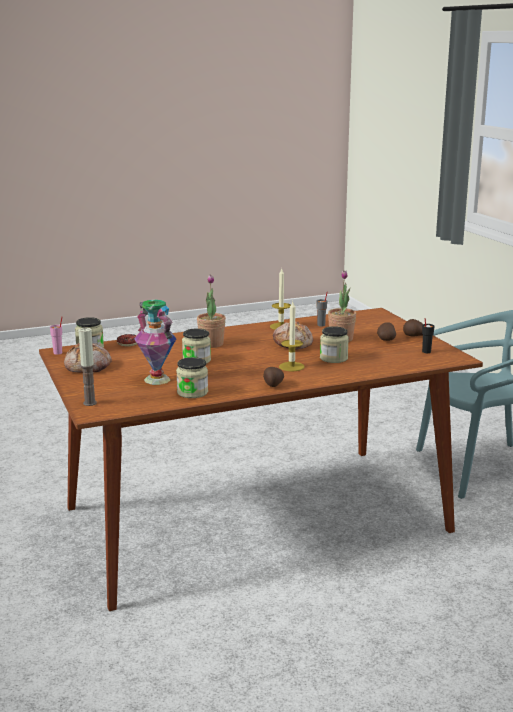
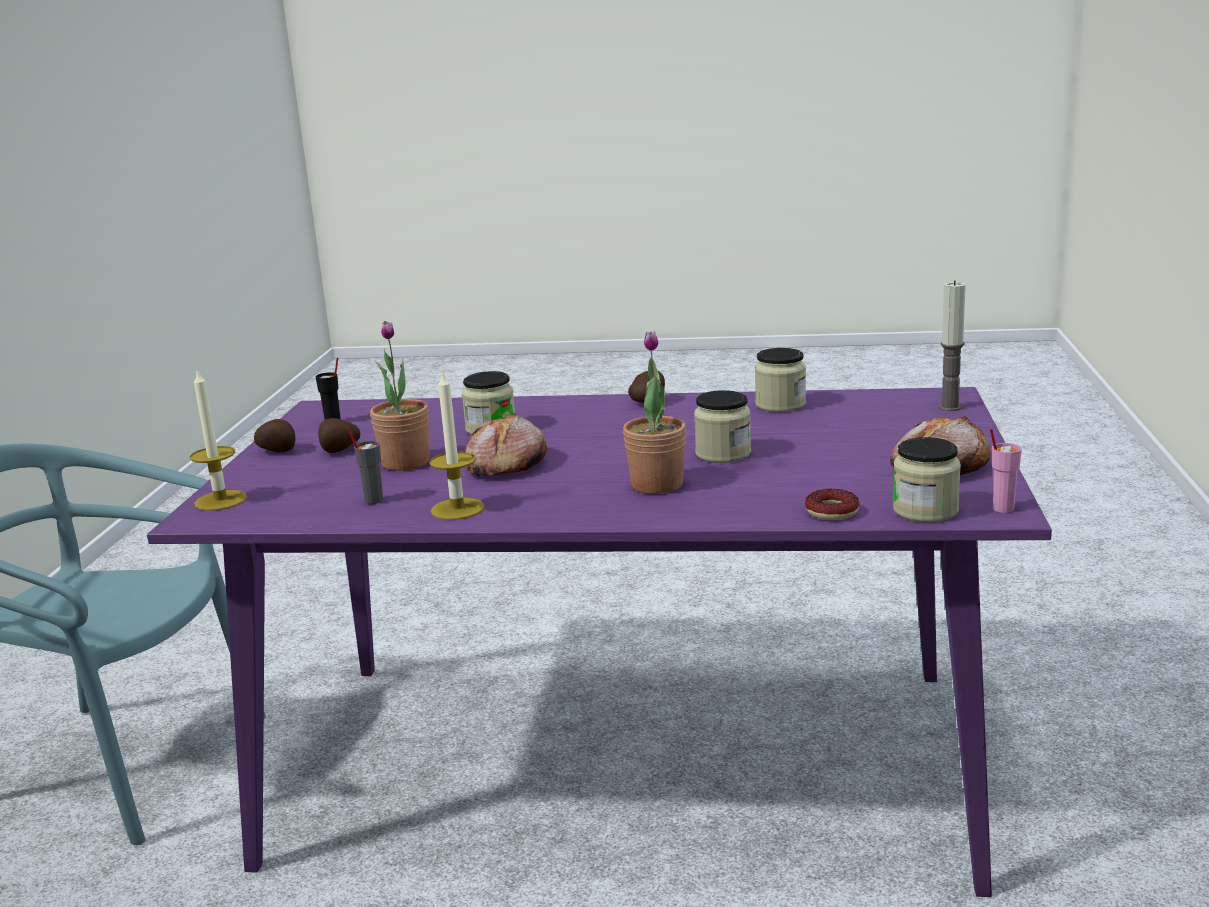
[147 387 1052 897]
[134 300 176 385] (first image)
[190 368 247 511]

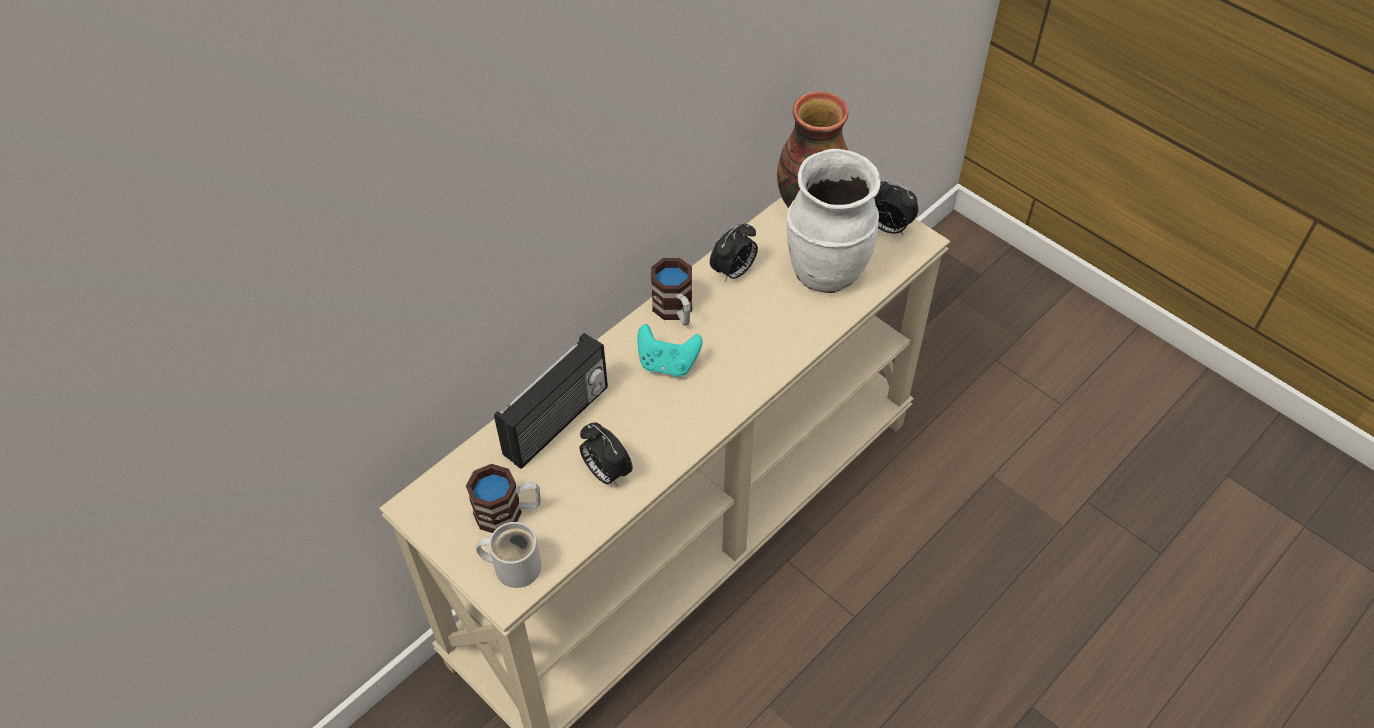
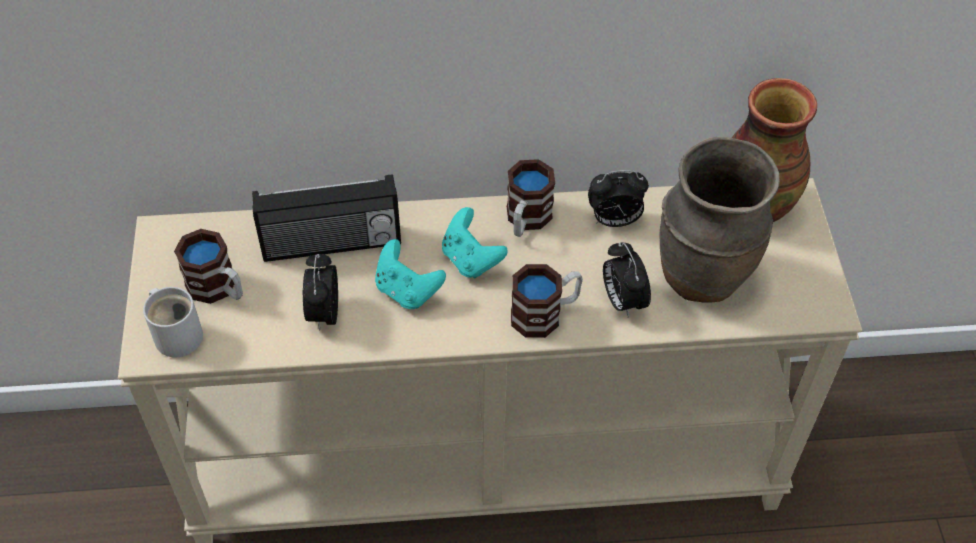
[660 137 780 303]
[603 242 651 318]
[375 239 446 309]
[511 264 583 338]

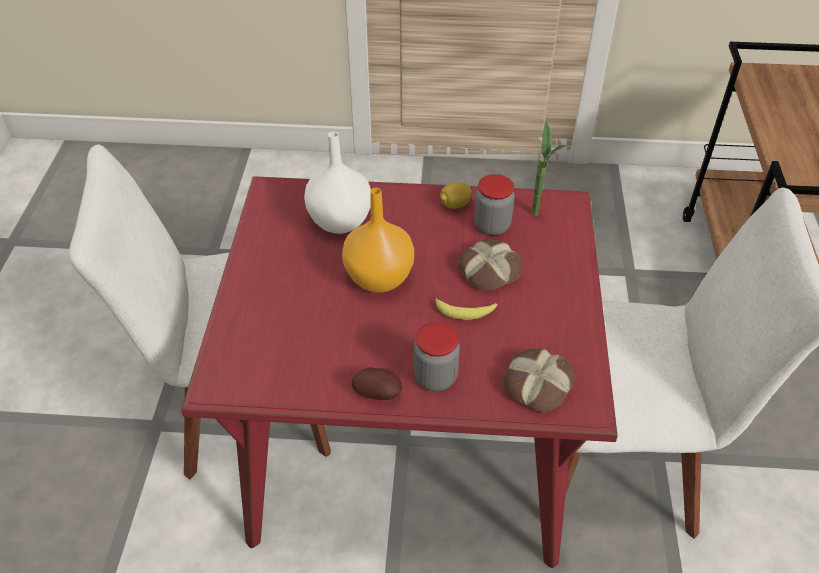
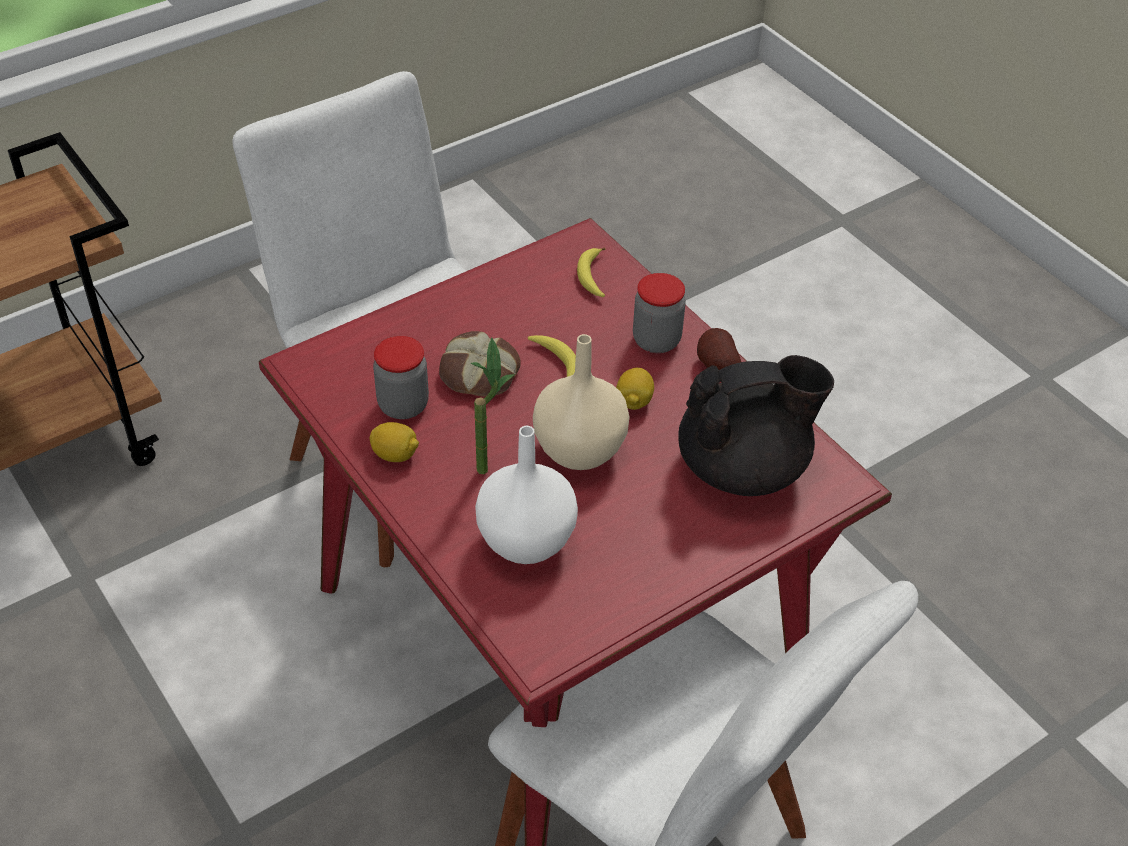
[533 334 630 470]
[577 247 605 297]
[471 337 514 474]
[616 368 654 410]
[678 355 834 496]

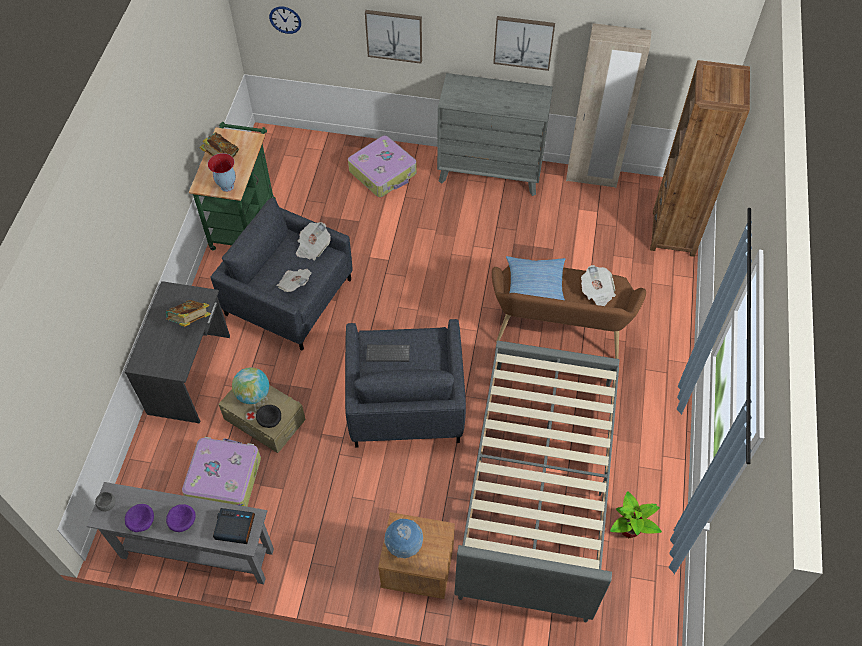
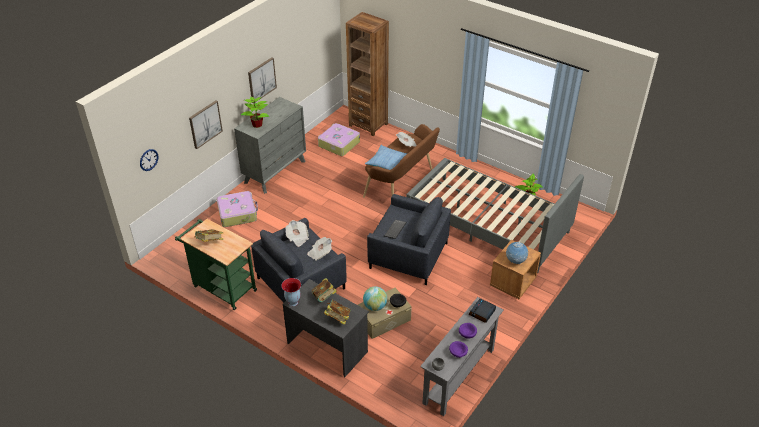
[318 123 360 156]
[281 278 301 306]
[566 23 652 188] (first image)
[241 97 269 128]
[324 300 351 325]

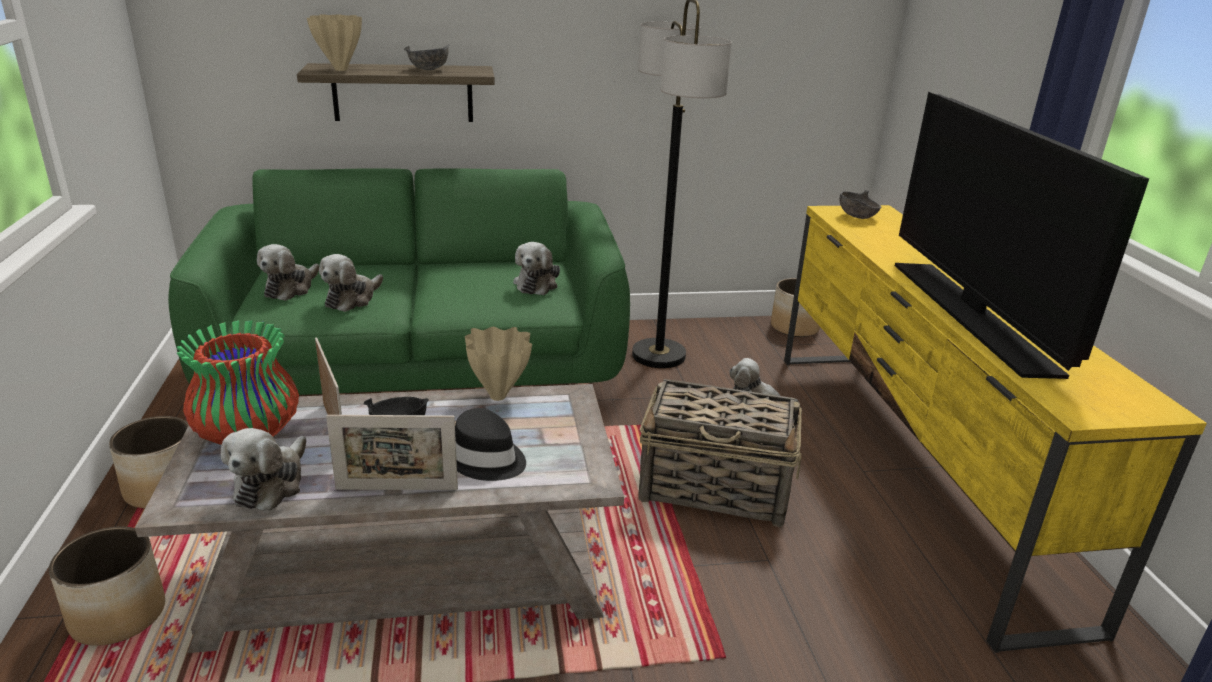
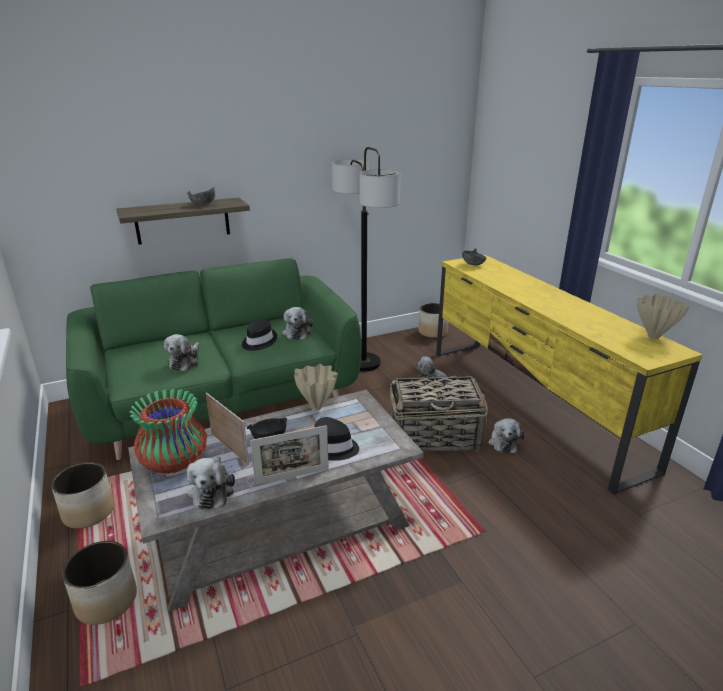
[488 418 524 453]
[637 294 689 339]
[895 92 1149 379] (first image)
[242 319 277 351]

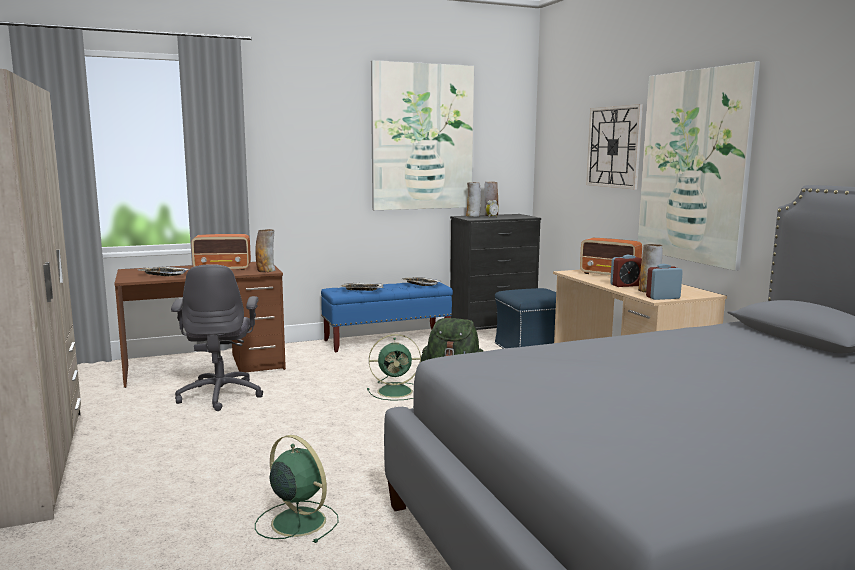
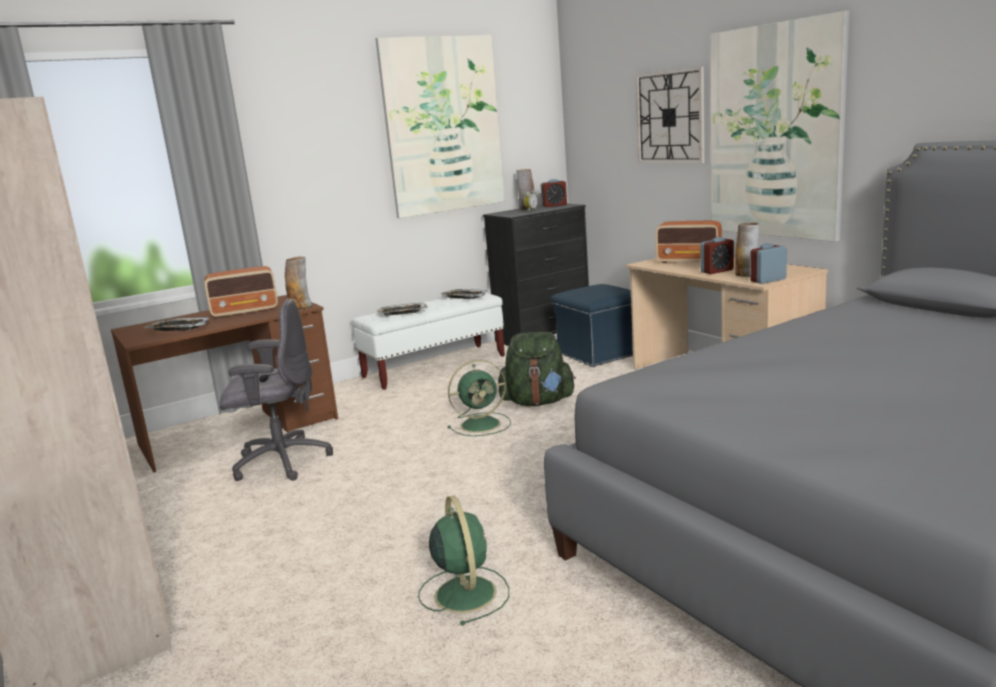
[220 298 333 481]
[418 495 509 626]
[352 293 505 390]
[466 182 481 217] (first image)
[540 179 567 207]

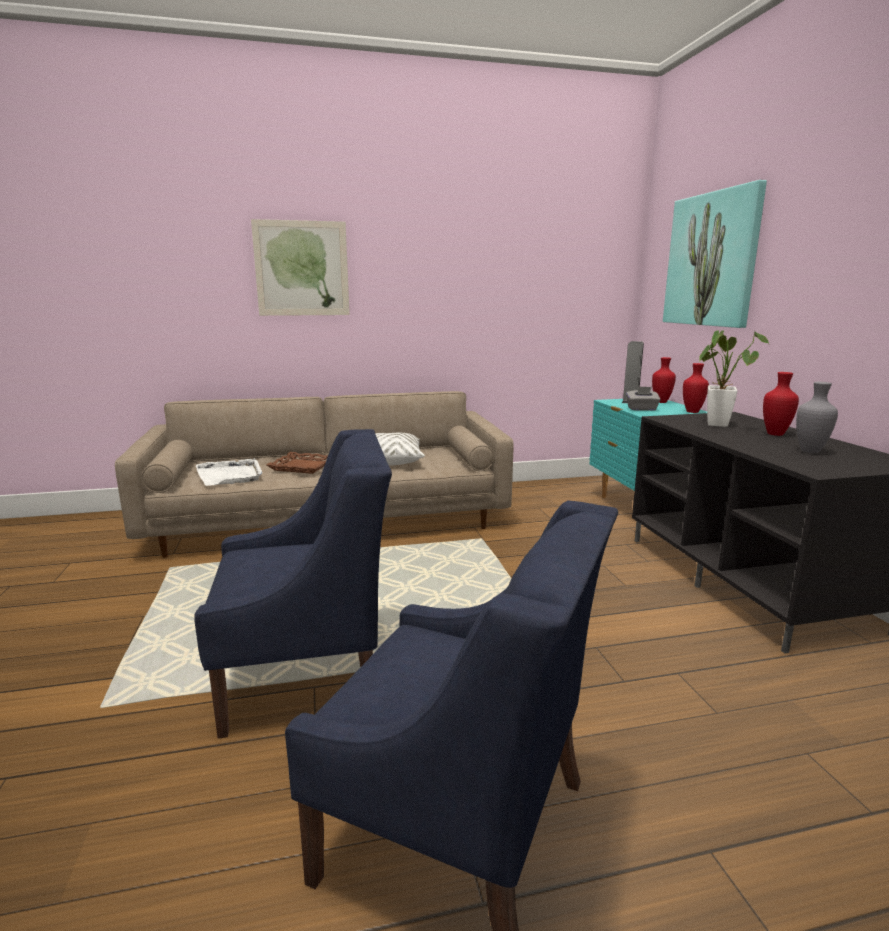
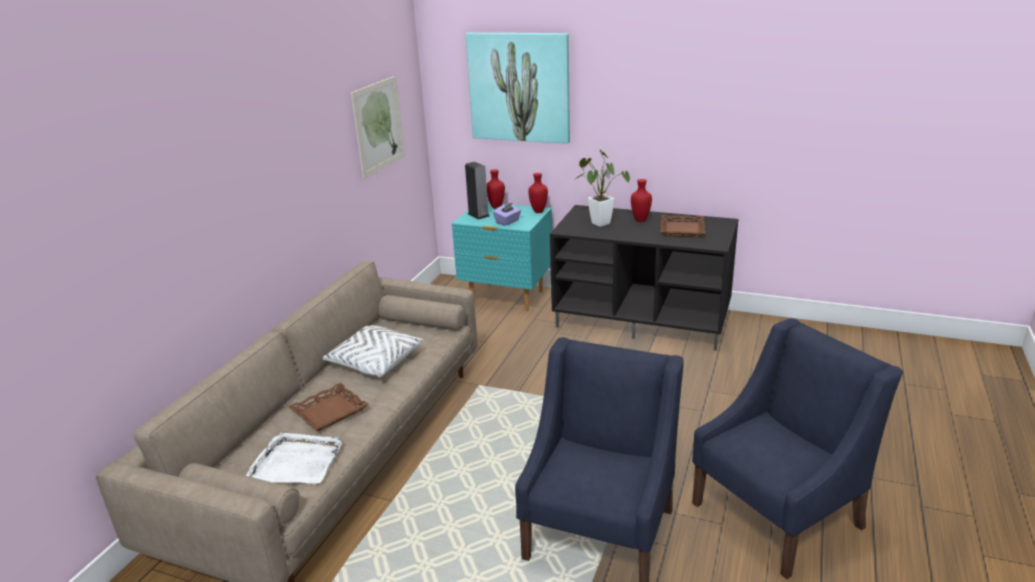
[351 76 405 179]
[493 202 521 226]
[660 215 706 237]

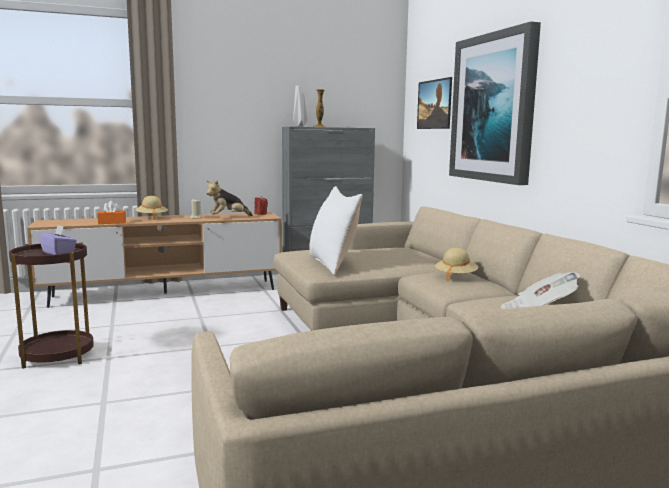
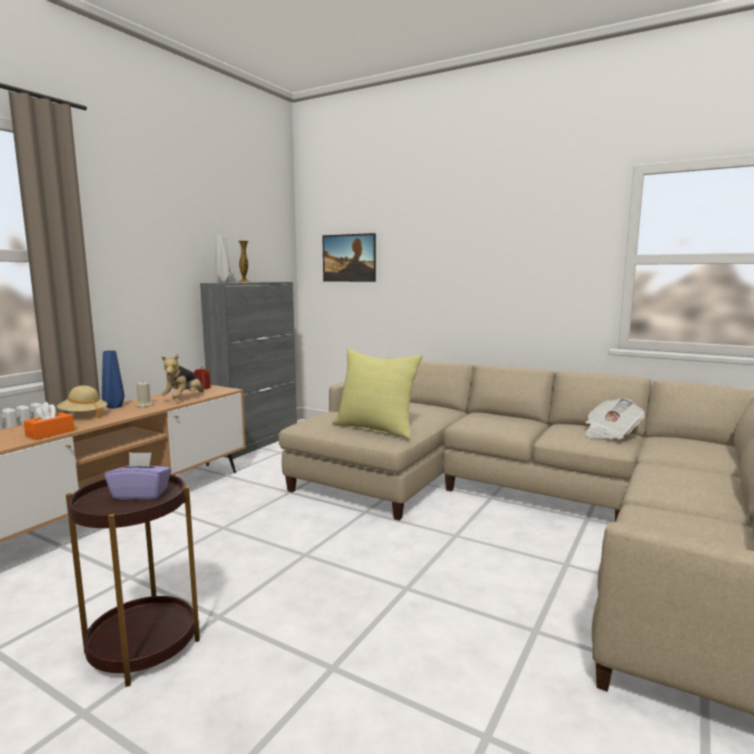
[332 348 423 439]
[435 248 478 282] (first image)
[449 22 541 185] (first image)
[102 350 125 408]

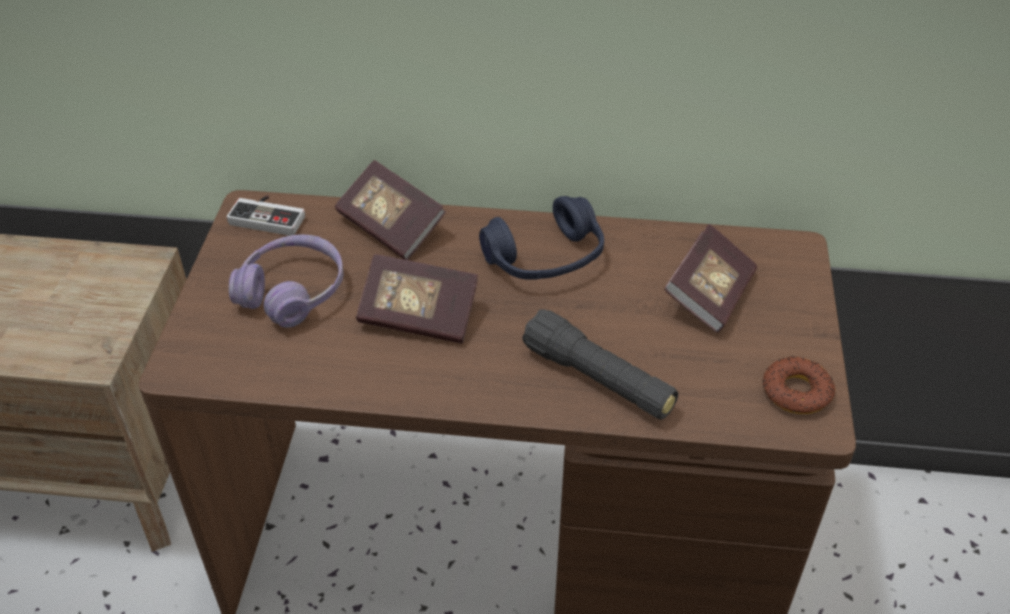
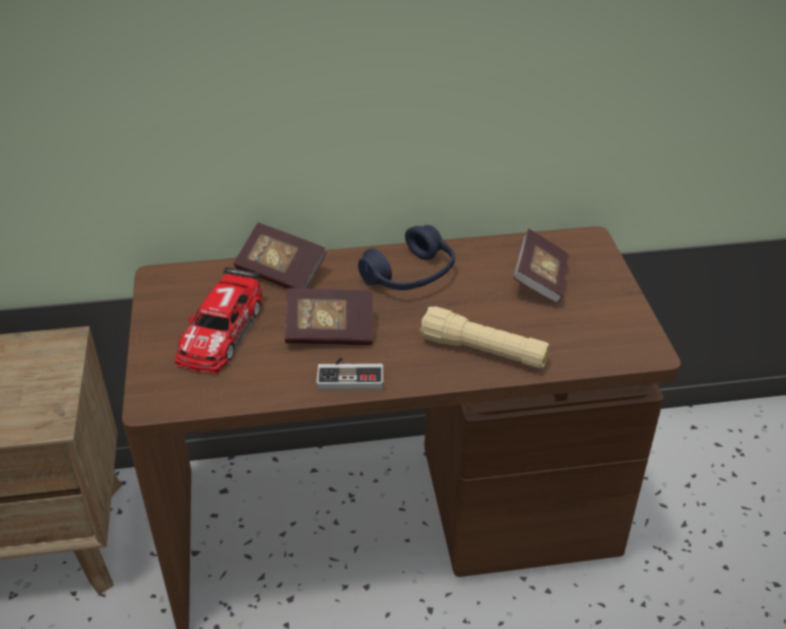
[316 357 383 391]
[175 267 262 374]
[420 306 550 369]
[762 356 835 414] (first image)

